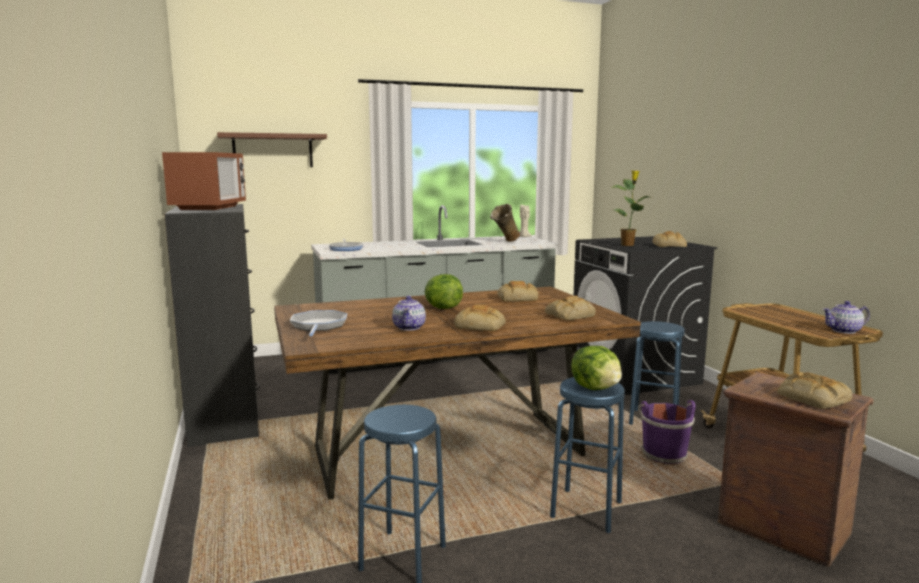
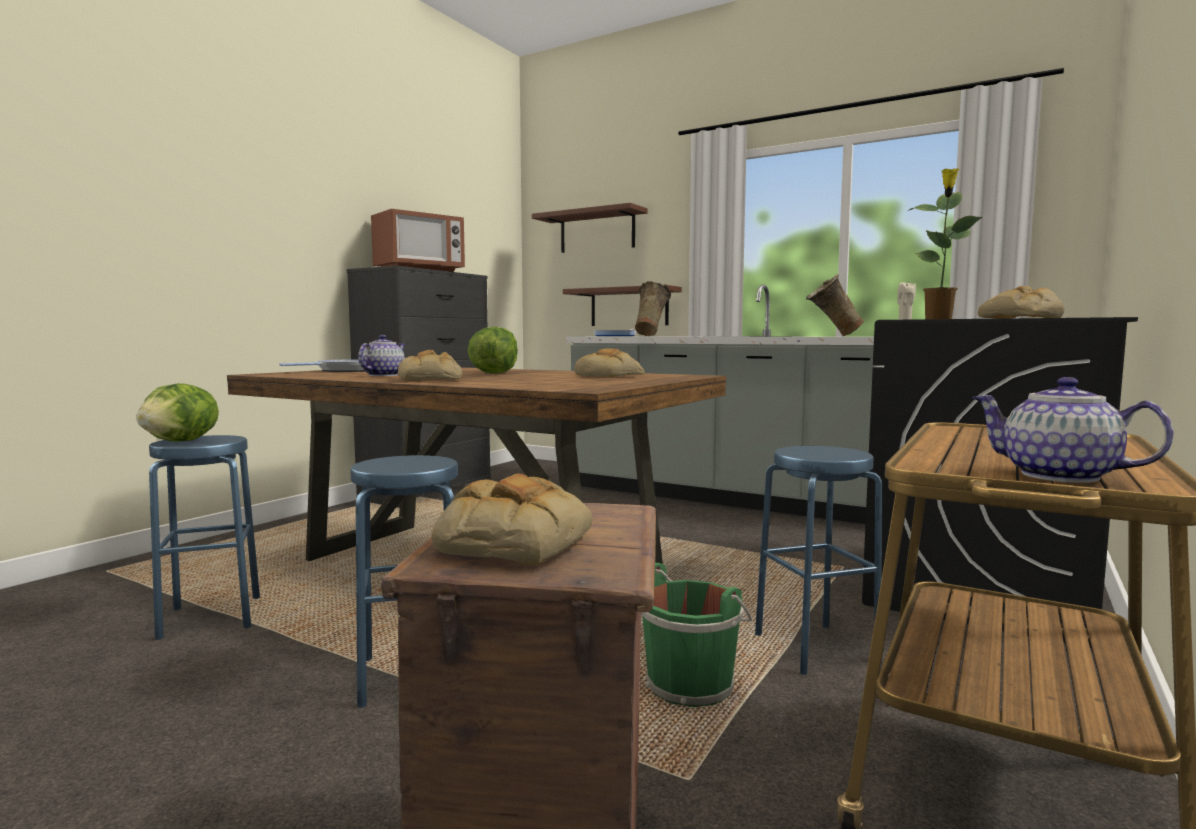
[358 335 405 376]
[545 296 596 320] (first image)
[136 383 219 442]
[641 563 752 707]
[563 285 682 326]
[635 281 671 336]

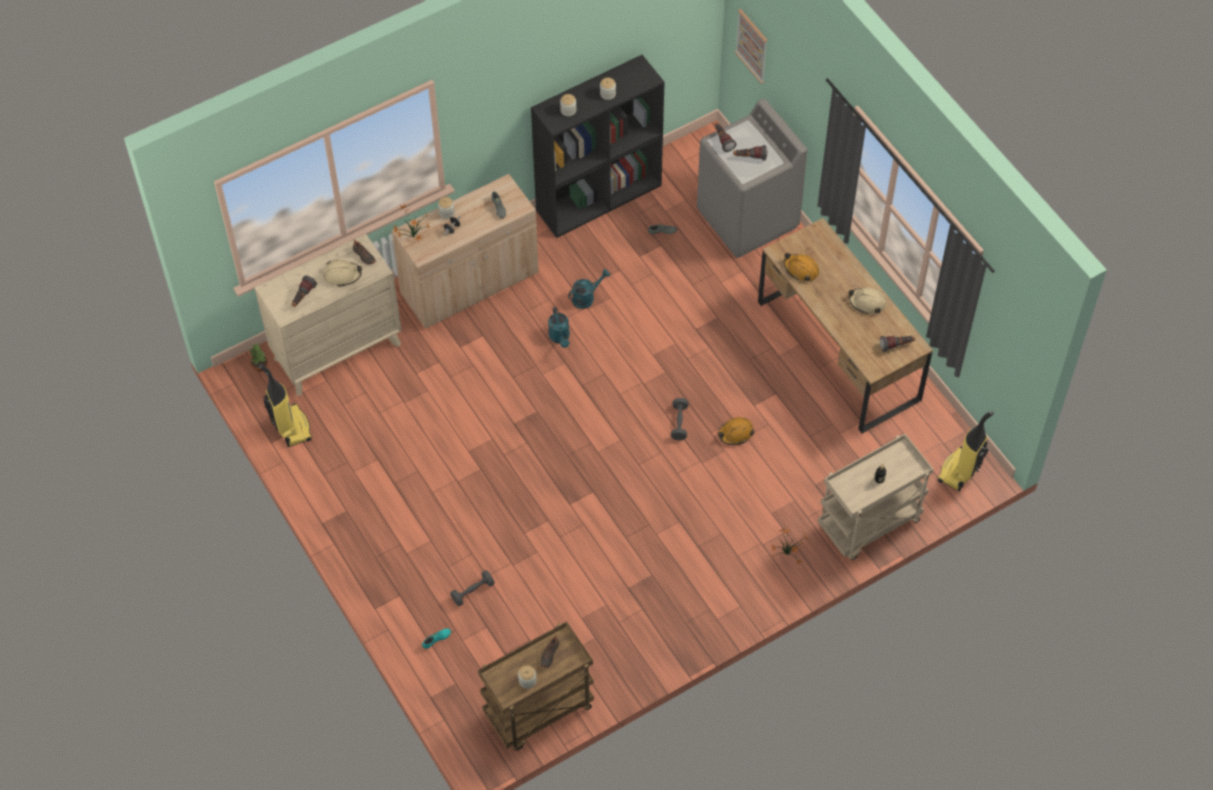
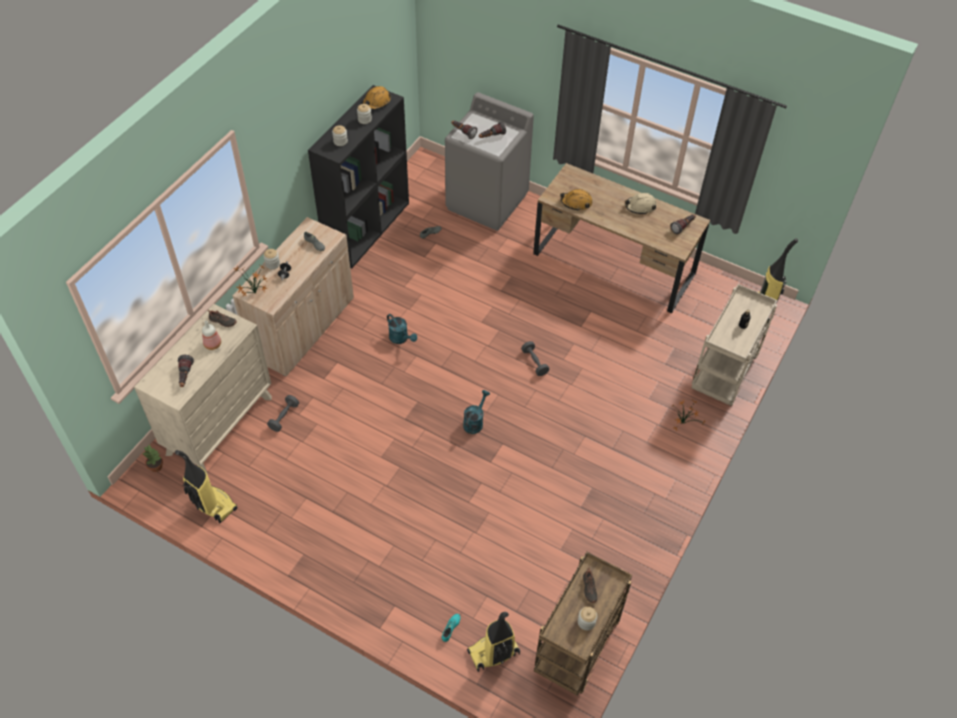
[202 321 221 350]
[267 395 299 432]
[463 390 490 434]
[362 86 392 110]
[735 9 768 84] (first image)
[467 612 520 672]

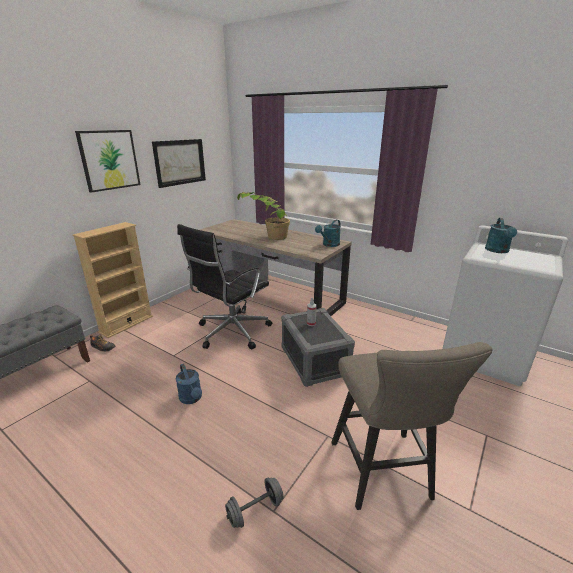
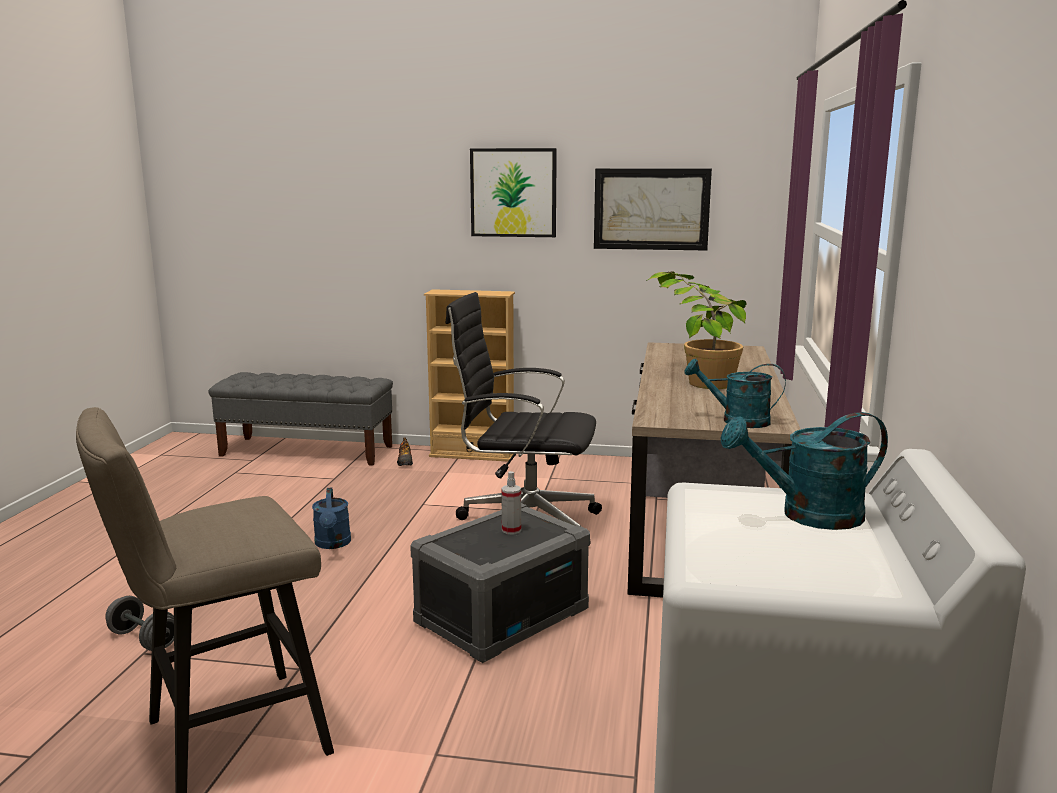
[312 488 351 549]

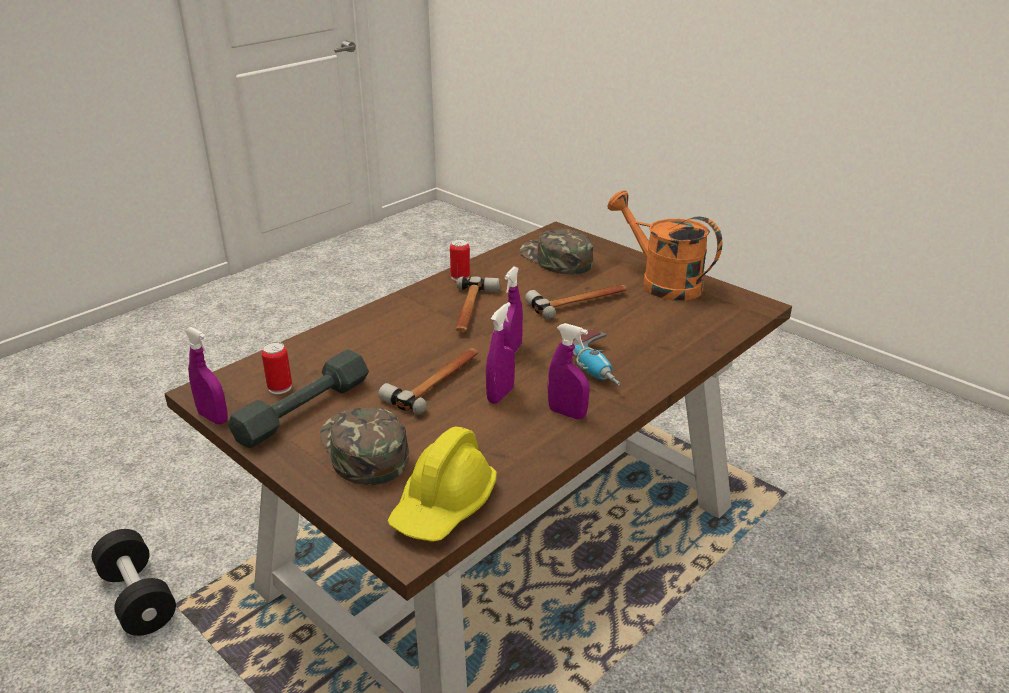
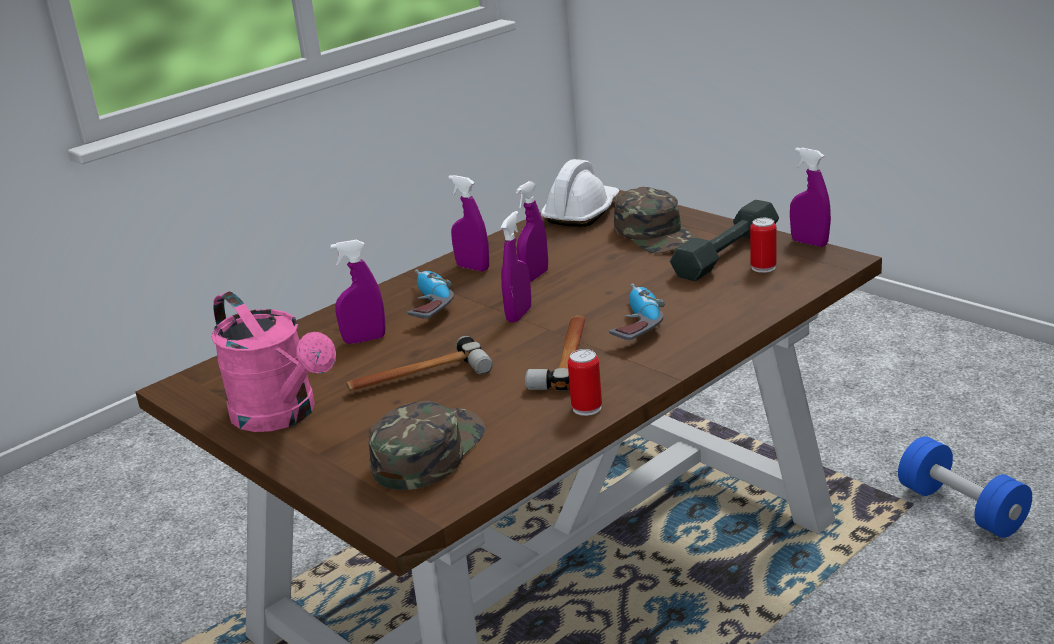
[898 436 1032 538]
[378 348 478 415] (first image)
[541 159 620 227]
[368 400 485 490]
[211 291 336 432]
[330 240 385 344]
[609 283 665 340]

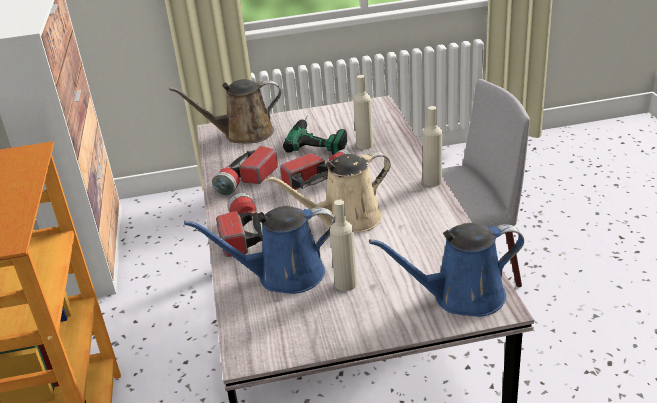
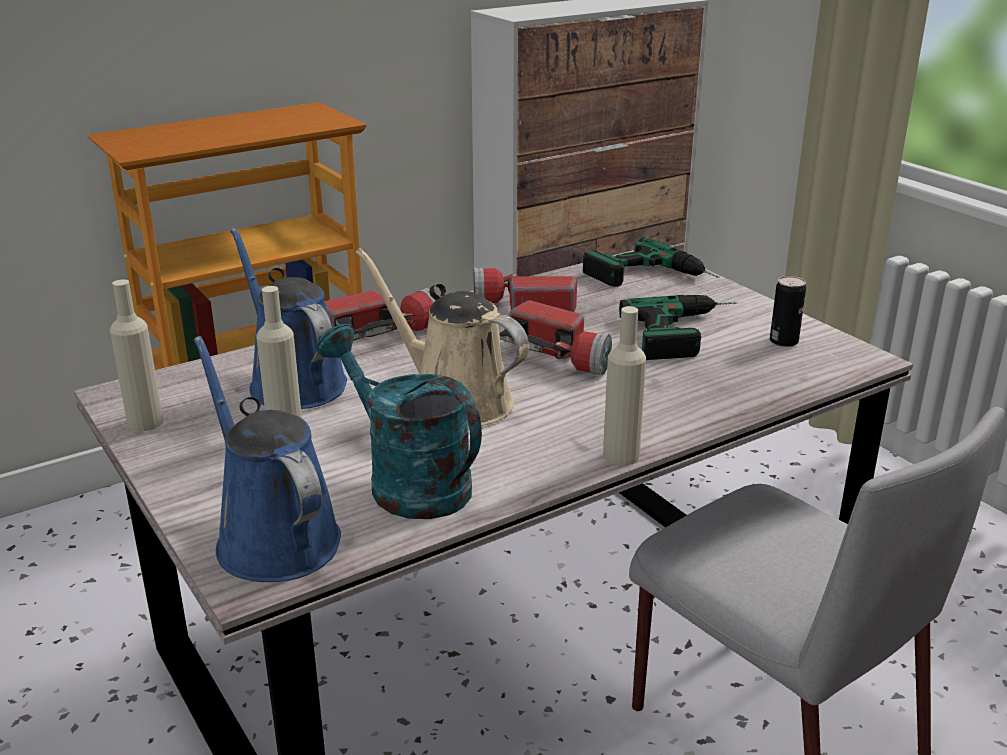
[583 237 719 287]
[110 279 163 432]
[317 324 482 519]
[770 276 806 347]

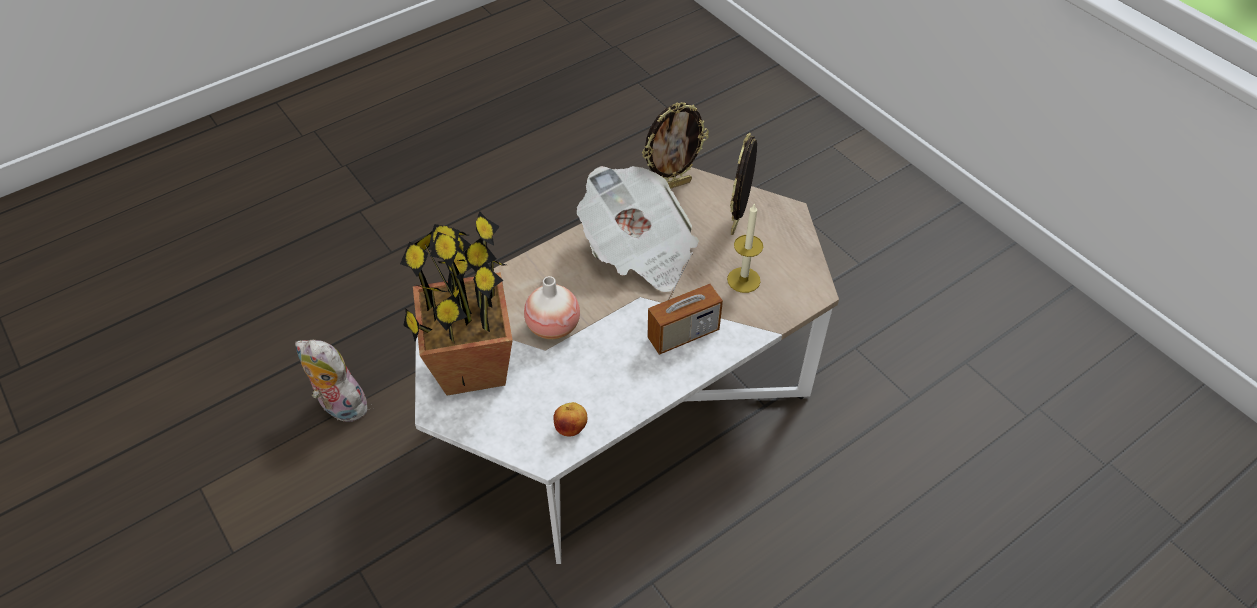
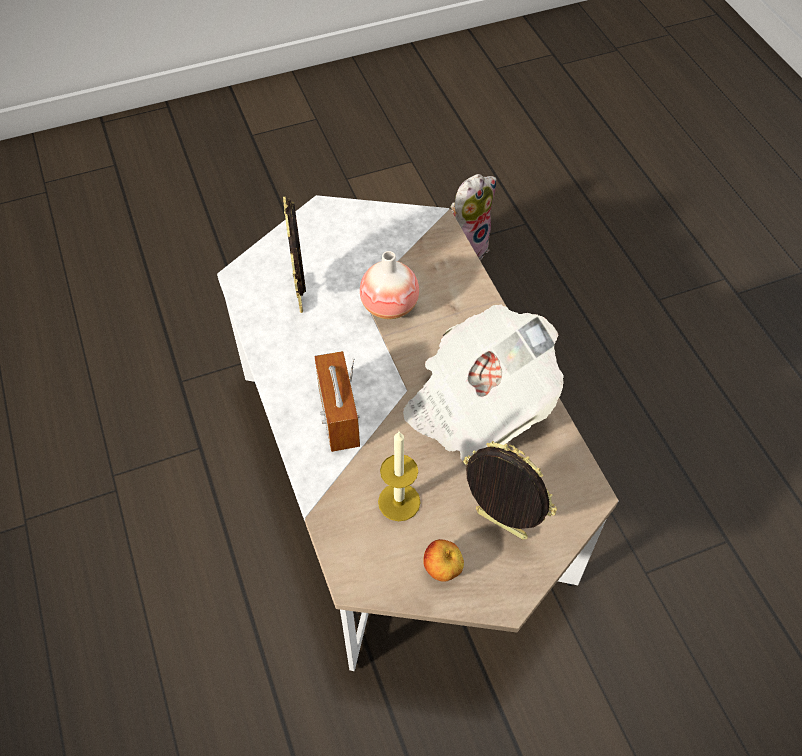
[400 211 513 396] (first image)
[423 539 464 582]
[283 197 306 313]

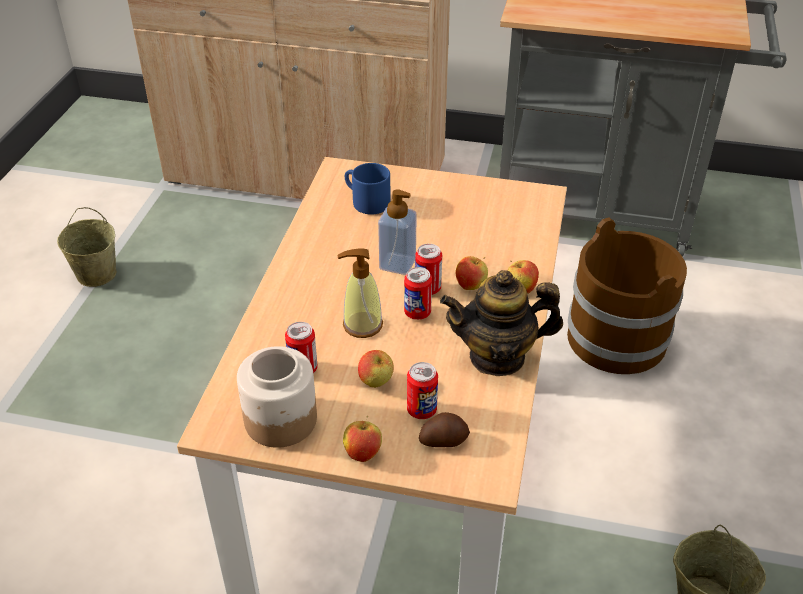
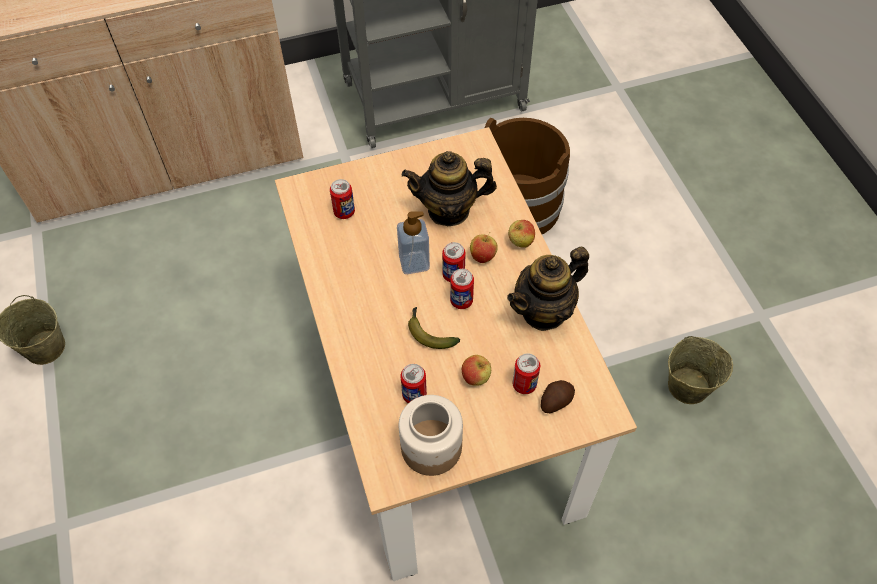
[408 307 460 349]
[343 416 382 462] (first image)
[330 179 355 219]
[402 151 497 226]

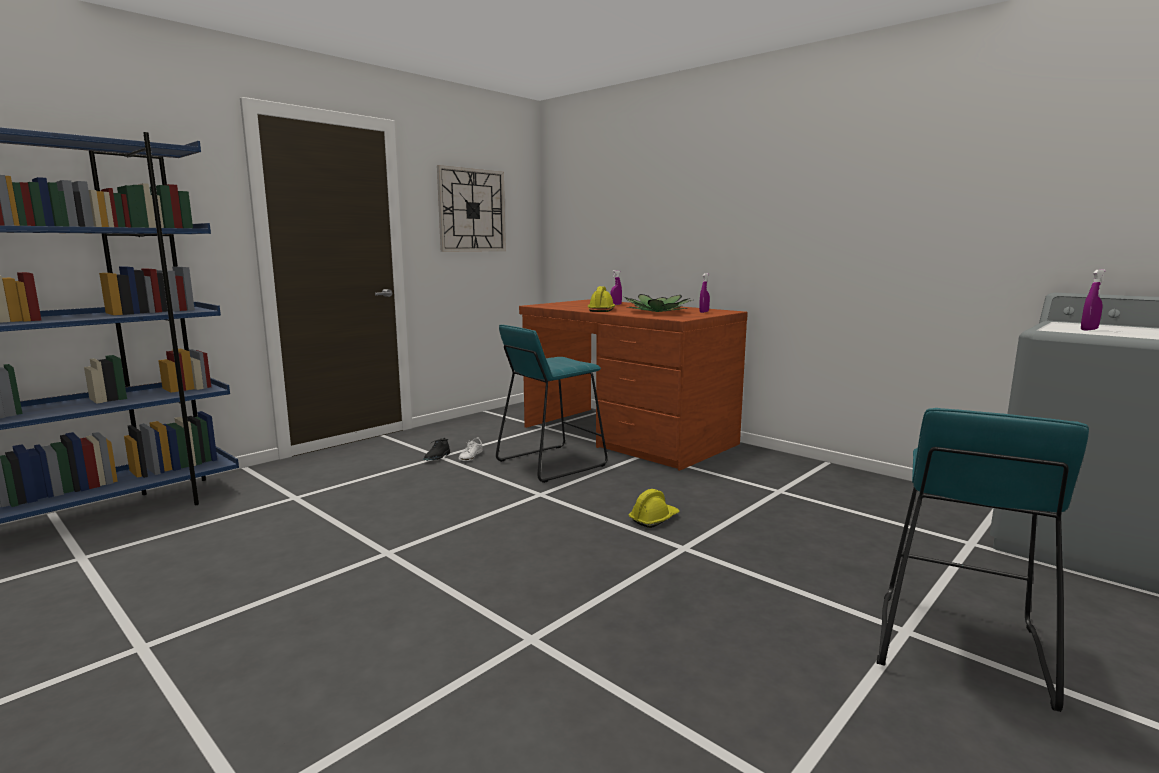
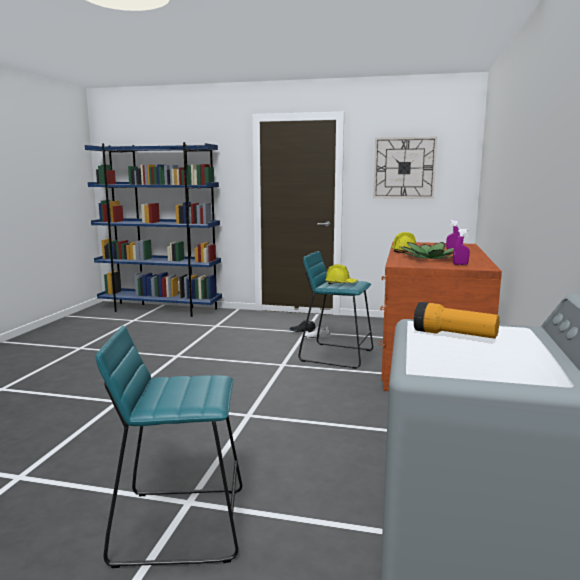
[325 264 357 284]
[414 302 500 339]

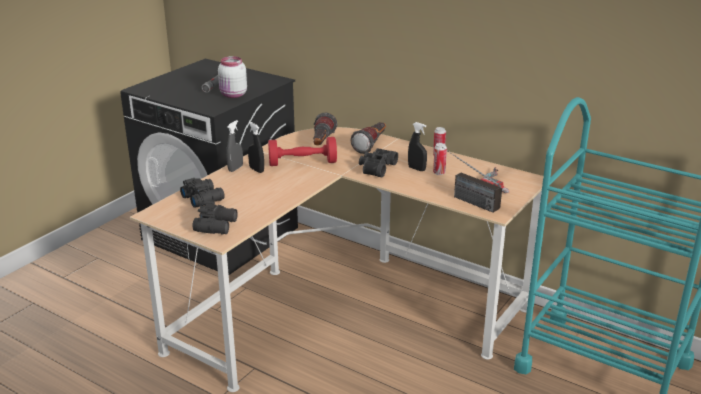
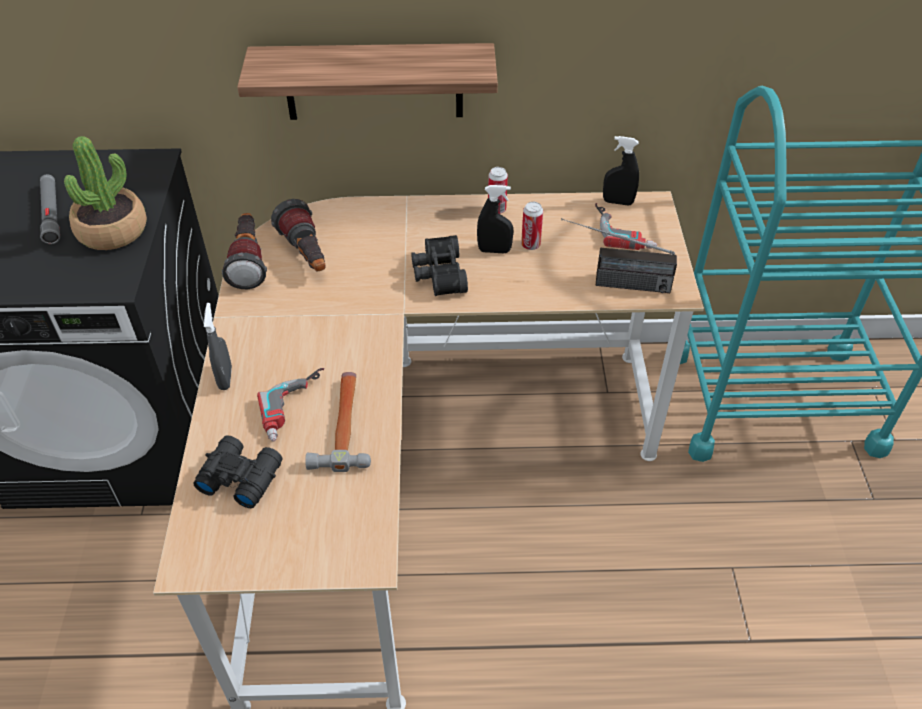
[193 200 238 235] (first image)
[64 136 147 250]
[603 136 639 206]
[268 137 337 166] (first image)
[222 213 267 289]
[237 43 498 120]
[257 368 324 442]
[305 372 371 472]

